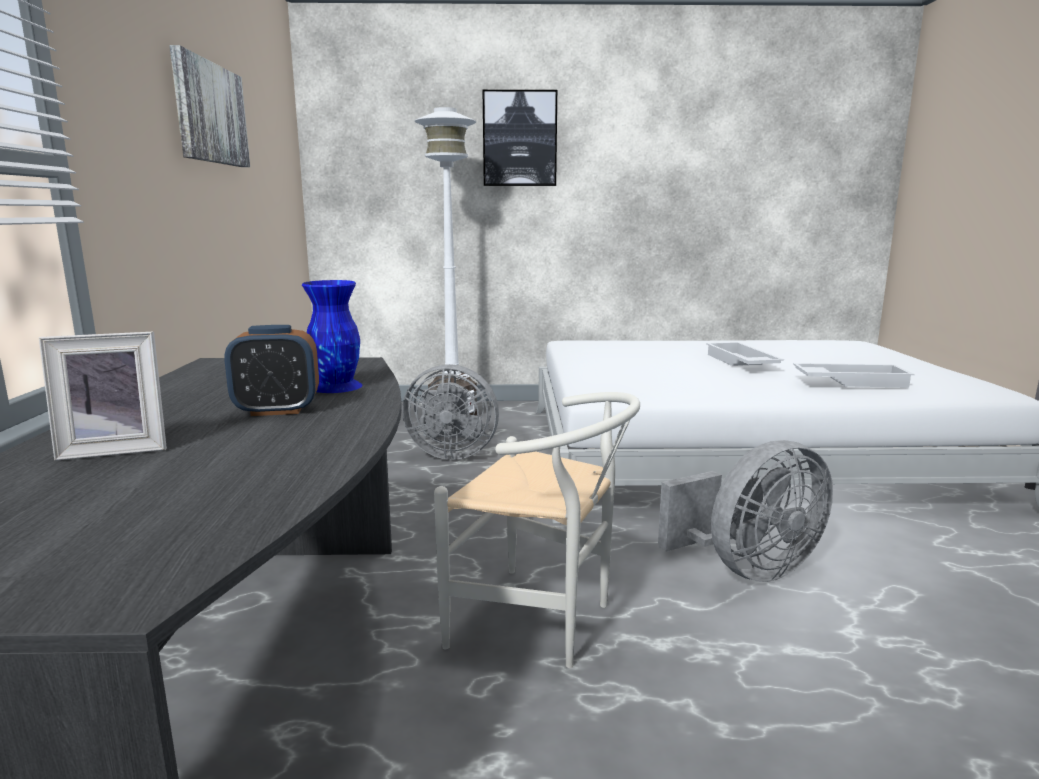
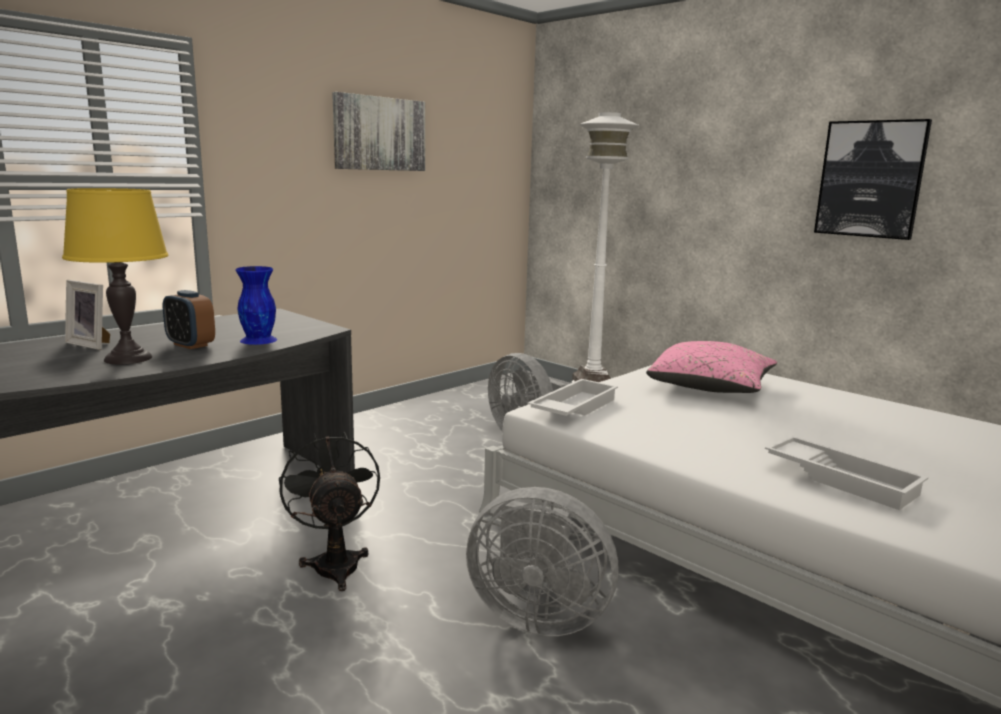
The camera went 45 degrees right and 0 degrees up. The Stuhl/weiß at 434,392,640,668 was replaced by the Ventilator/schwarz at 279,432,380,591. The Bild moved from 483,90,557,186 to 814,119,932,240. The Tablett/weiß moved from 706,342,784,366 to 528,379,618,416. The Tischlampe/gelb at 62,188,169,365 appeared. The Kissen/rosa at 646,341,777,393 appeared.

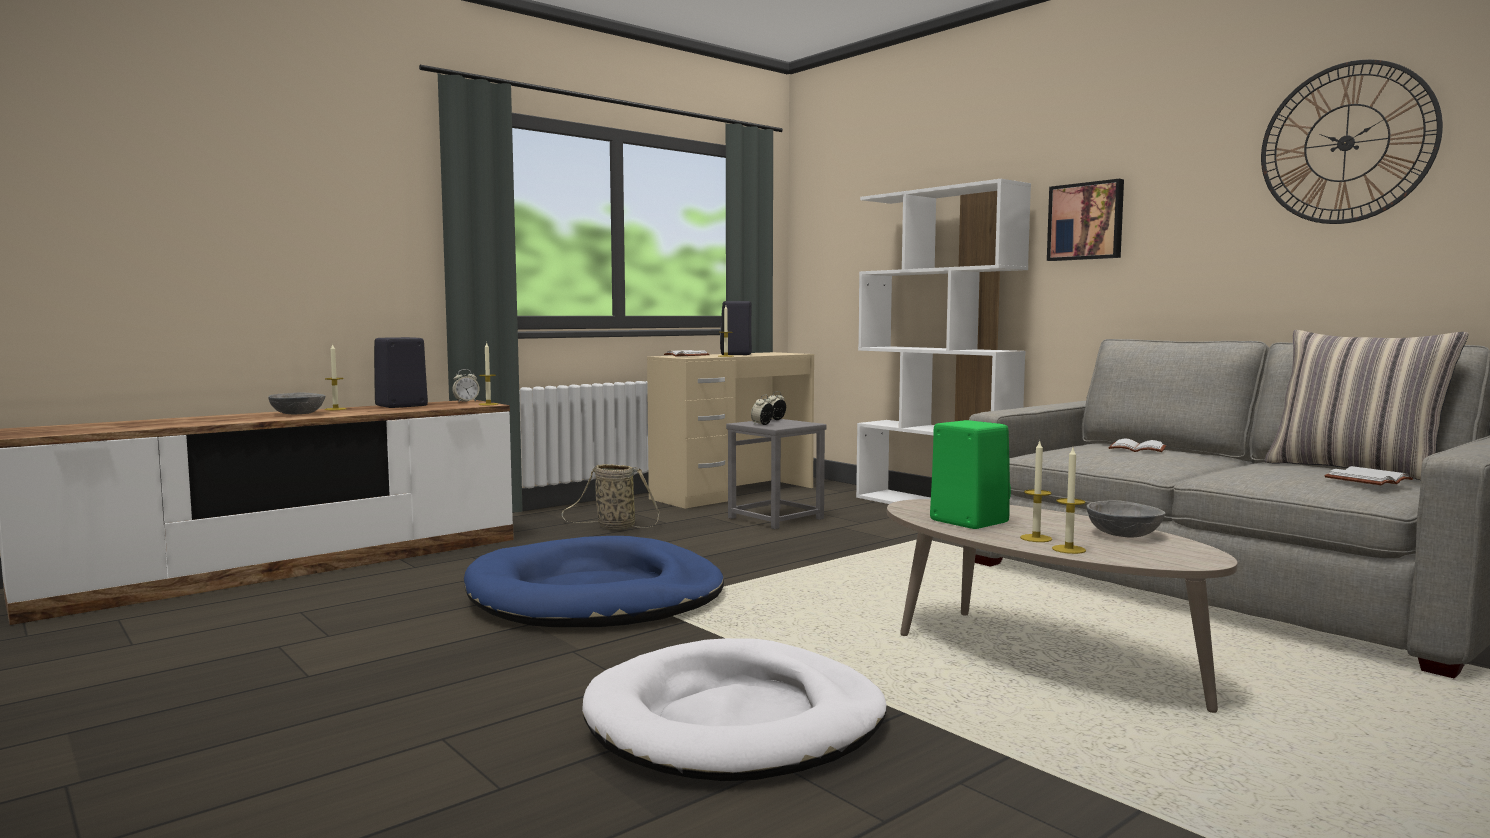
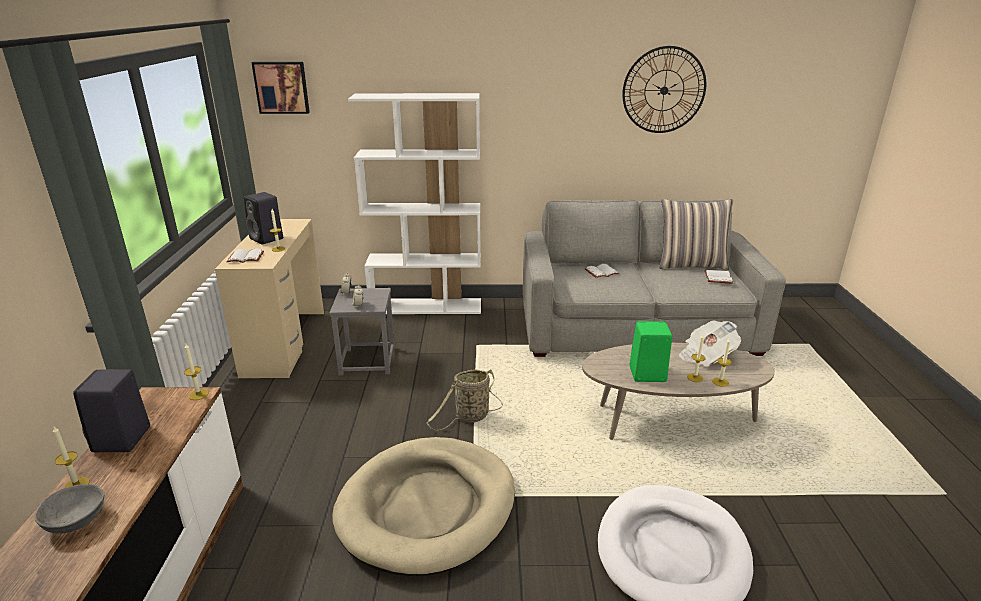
The camera went 50 degrees left and 20 degrees up. The Wecker at 452,369,480,402 disappeared. The Hundebett/blau at 464,536,724,627 became the Hundebett/beige at 332,437,515,576. The Korb moved from 562,464,660,530 to 426,369,503,430. The Bild moved from 1047,179,1124,261 to 251,62,310,114. The Schüssel/grau at 1087,500,1166,538 was replaced by the Zeitung at 679,320,741,367.

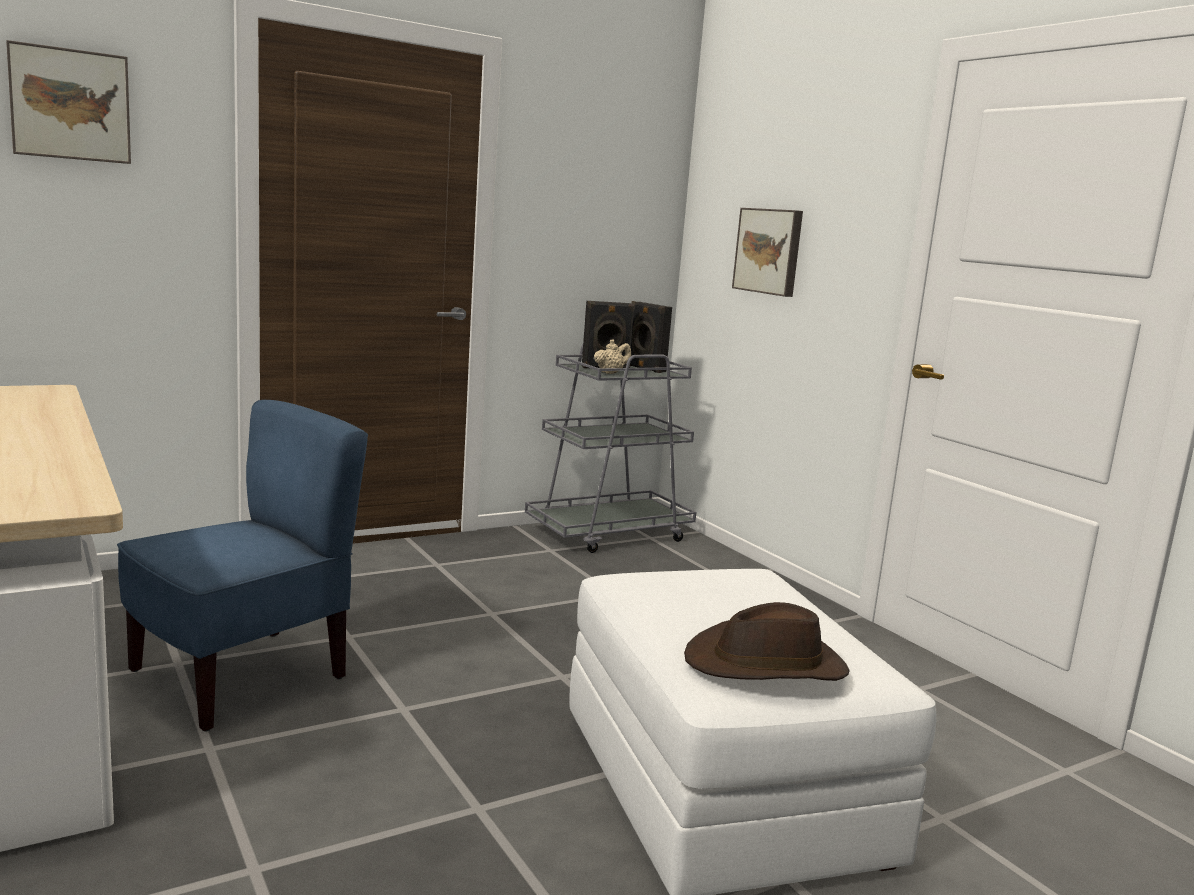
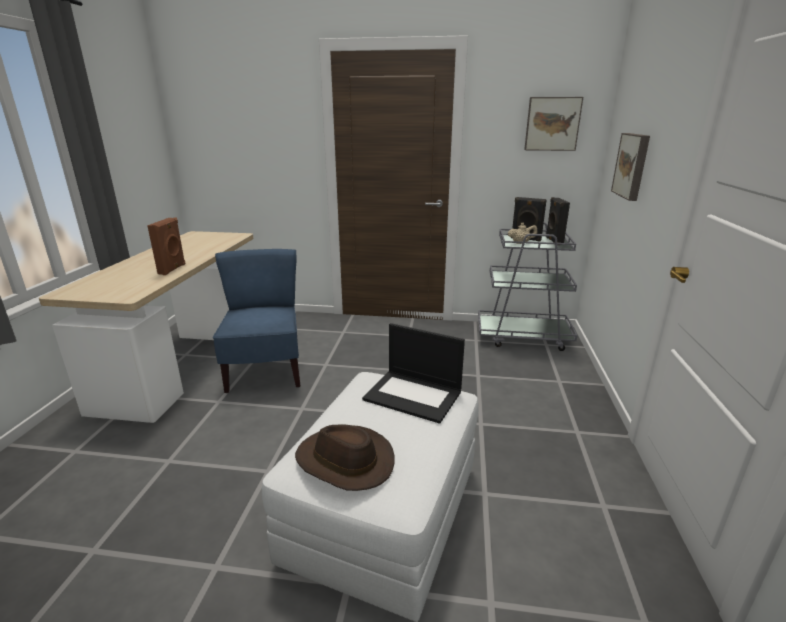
The camera went 40 degrees right and 10 degrees up. The Bild moved from 6,40,131,164 to 524,97,583,151. The Stuhl/blau at 117,400,368,731 turned 90 degrees counterclockwise. The Lautsprecher/braun at 147,217,186,275 appeared. The Laptop at 362,323,465,424 appeared.

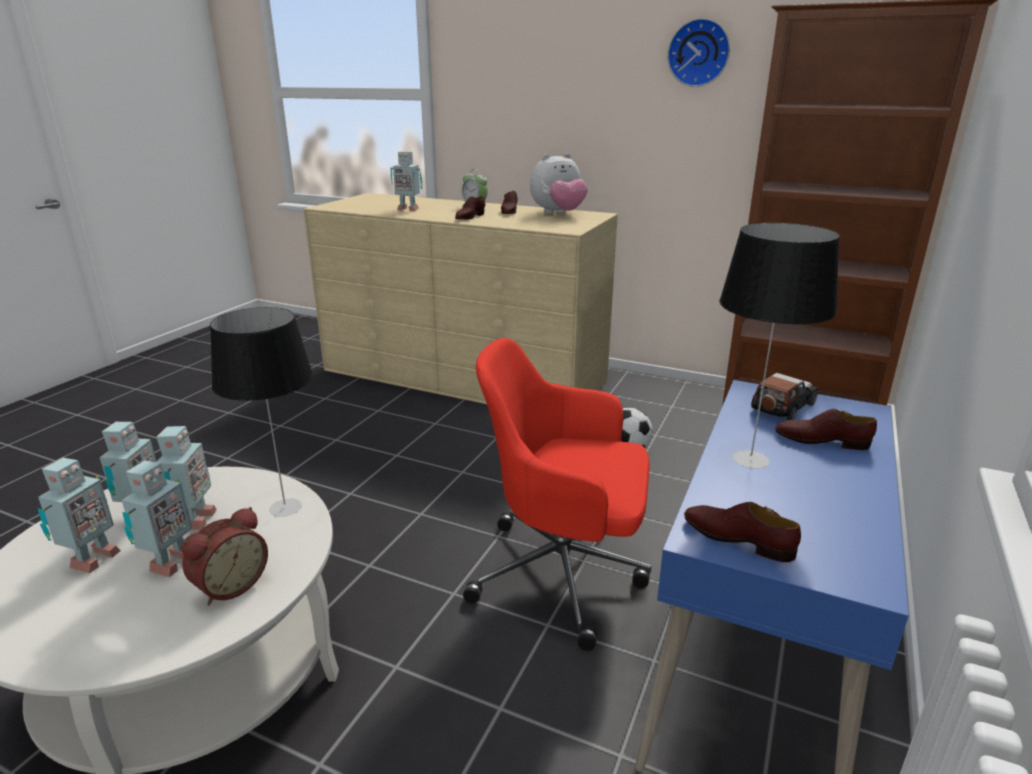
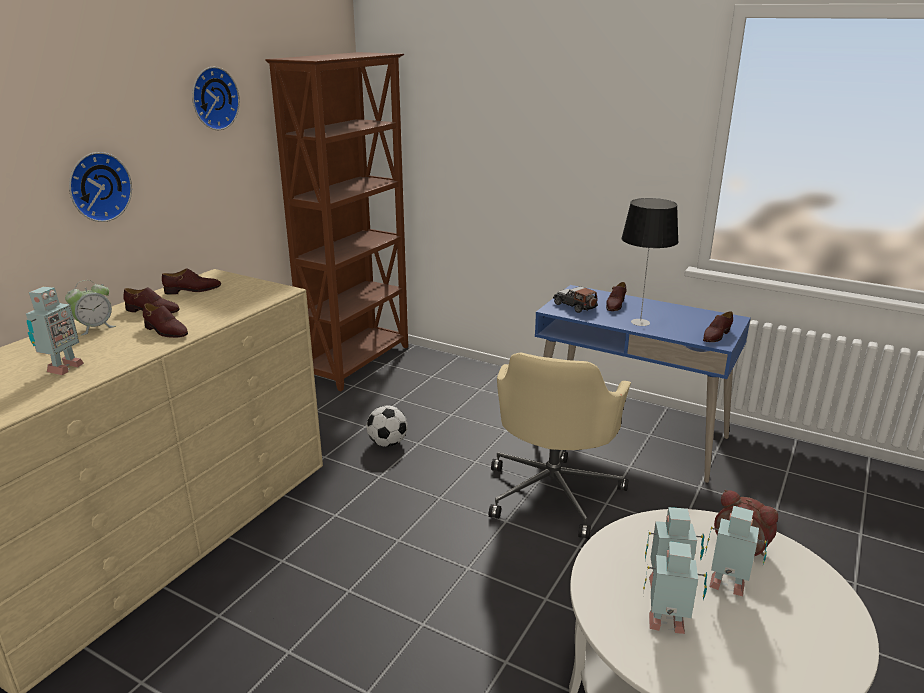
The camera went 85 degrees left and 0 degrees up. The Spielzeugroboter at 38,458,121,574 disappeared. The Tischlampe at 210,307,313,517 disappeared. The Bürostuhl/rot at 463,338,651,651 became the Bürostuhl/beige at 489,353,631,539. The Plüschtier at 530,153,588,214 was replaced by the Schuh/braun at 162,268,221,295. The Wanduhr at 69,152,132,222 appeared.

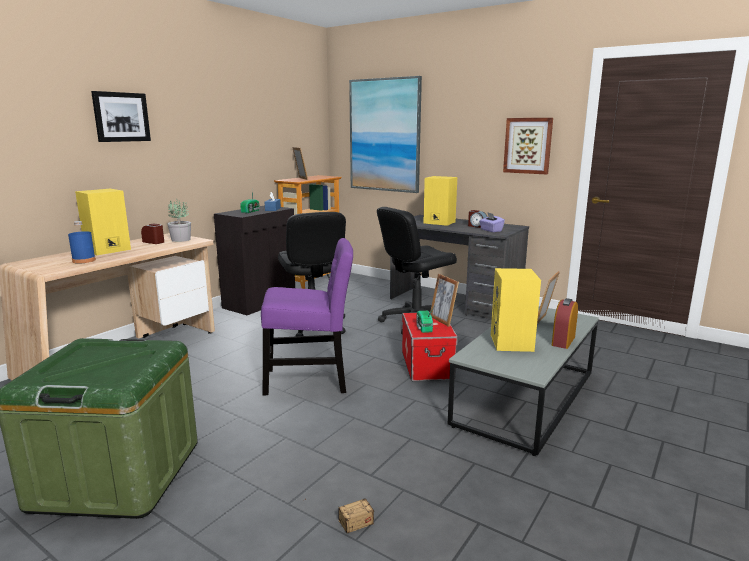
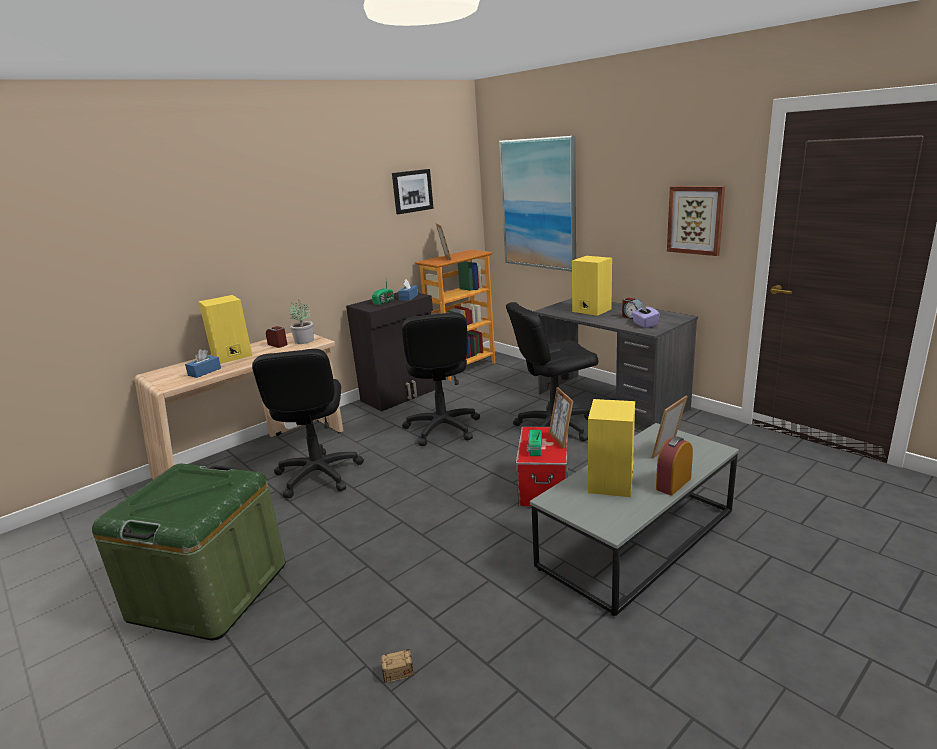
The camera went 15 degrees right and 5 degrees up. The Flasche/blau at 68,221,96,263 was replaced by the Taschentuchbox/blau at 185,349,221,378. The Bild moved from 91,91,151,142 to 392,169,434,214. The Stuhl/lila at 261,238,353,395 disappeared. The Bürostuhl/schwarz at 252,349,364,498 appeared.

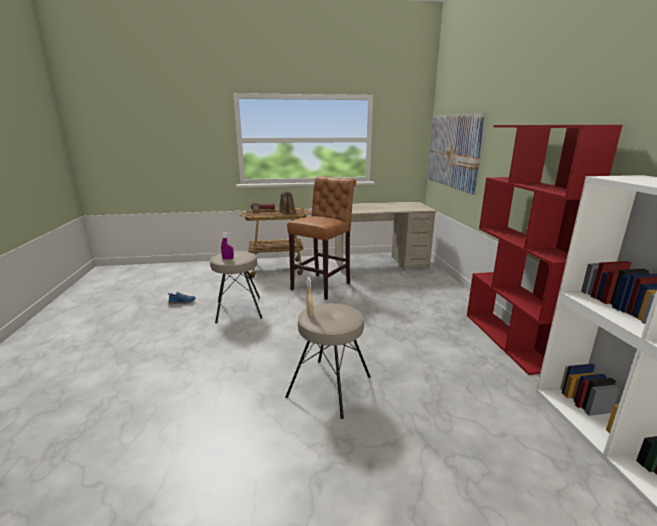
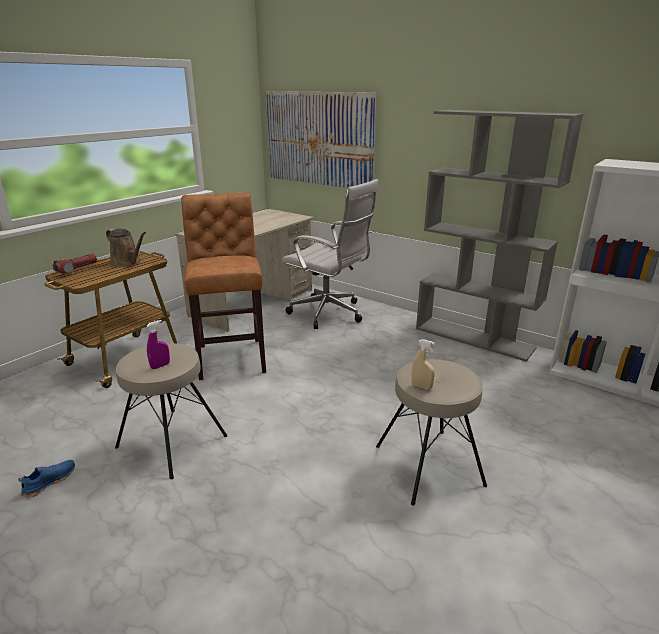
The camera went 45 degrees left and 5 degrees up. The Bücherregal/rot at 467,125,623,375 became the Bücherregal/grau at 416,110,583,362. The Bürostuhl/weiß at 282,179,379,329 appeared.

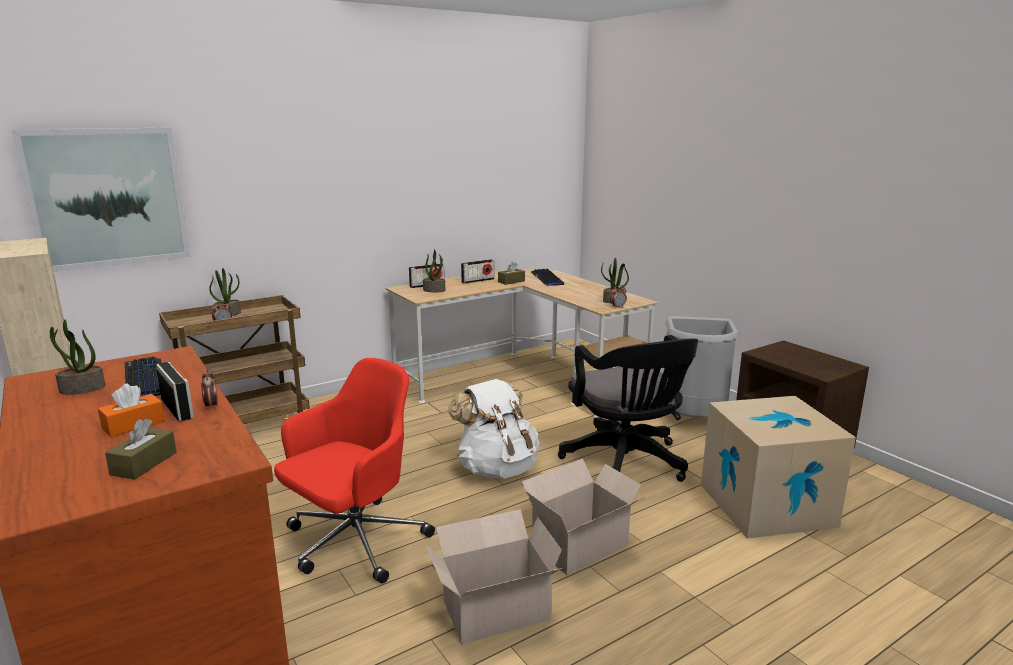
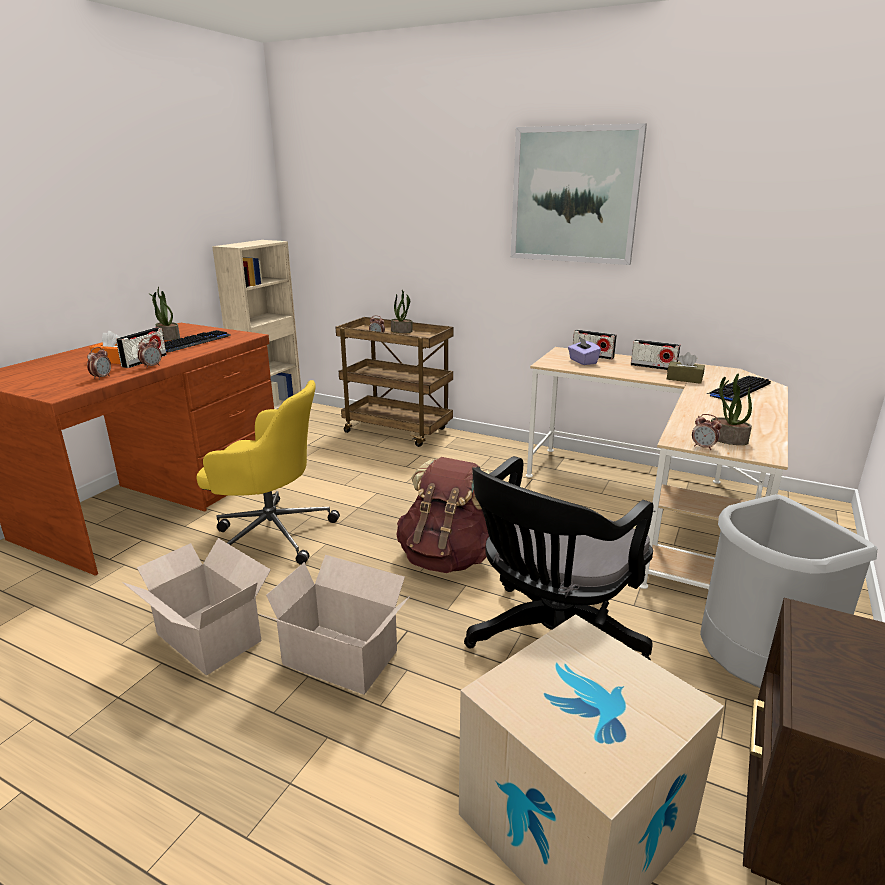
The camera went 60 degrees right and 5 degrees up. The Bild moved from 12,127,191,272 to 511,123,647,265. The Taschentuchbox/braun at 105,419,177,480 disappeared. The Bürostuhl/rot at 274,358,435,584 became the Bürostuhl/gelb at 197,380,340,565. The Topfpflanze at 423,249,445,292 was replaced by the Taschentuchbox/lila at 568,337,601,365. The Rucksack/weiß at 448,379,539,478 became the Rucksack/braun at 397,457,491,573. The Wecker at 87,347,111,380 appeared.

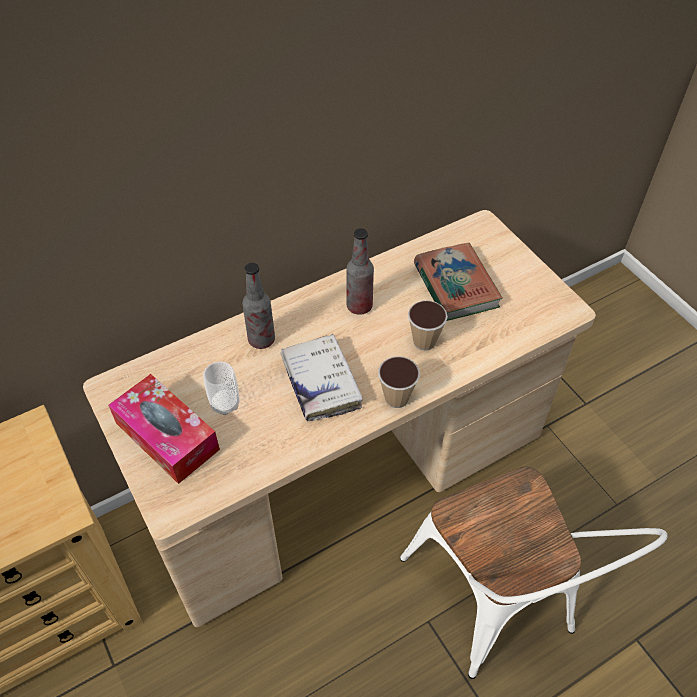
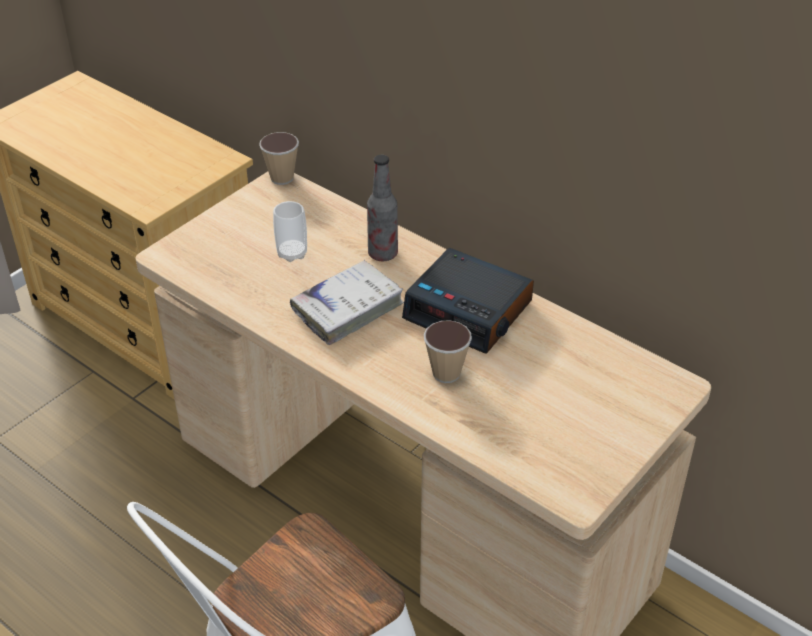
The camera went 70 degrees right and 10 degrees down. The Taschentuchbox at 108,374,220,484 disappeared. The Flasche at 346,228,374,315 was replaced by the Wecker at 402,248,534,354. The Tasse moved from 378,356,420,408 to 259,132,299,185. The Buch at 414,243,503,321 disappeared.

